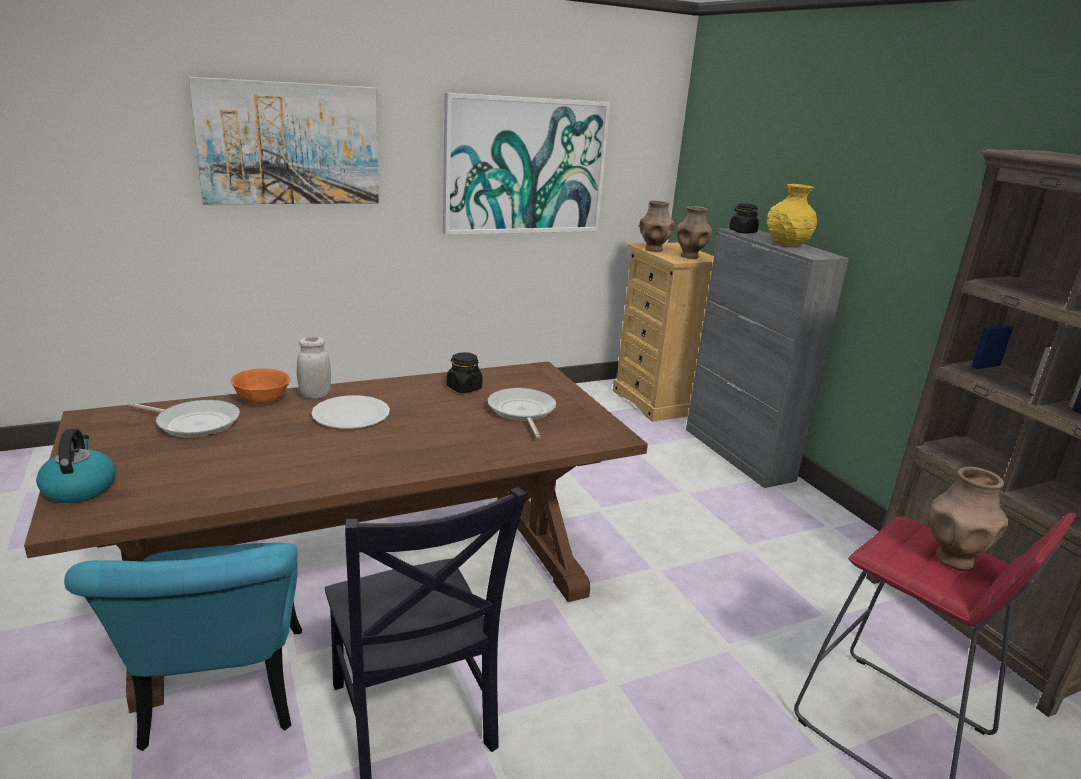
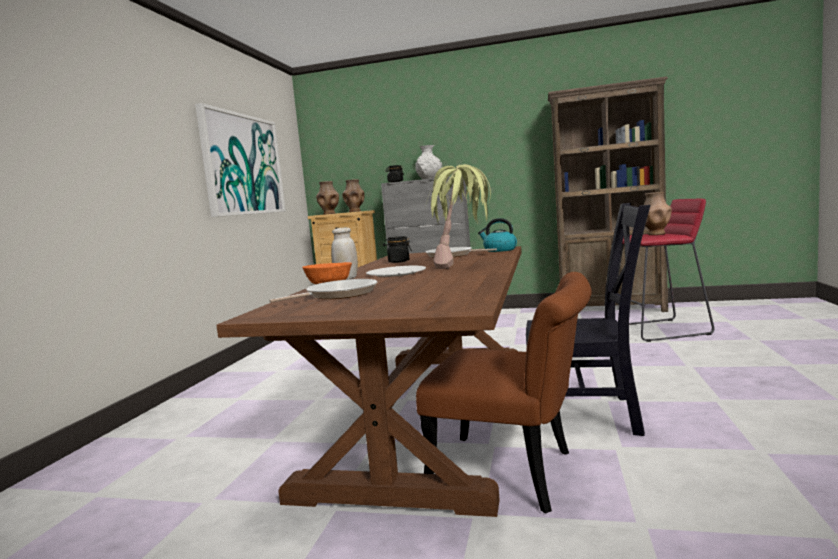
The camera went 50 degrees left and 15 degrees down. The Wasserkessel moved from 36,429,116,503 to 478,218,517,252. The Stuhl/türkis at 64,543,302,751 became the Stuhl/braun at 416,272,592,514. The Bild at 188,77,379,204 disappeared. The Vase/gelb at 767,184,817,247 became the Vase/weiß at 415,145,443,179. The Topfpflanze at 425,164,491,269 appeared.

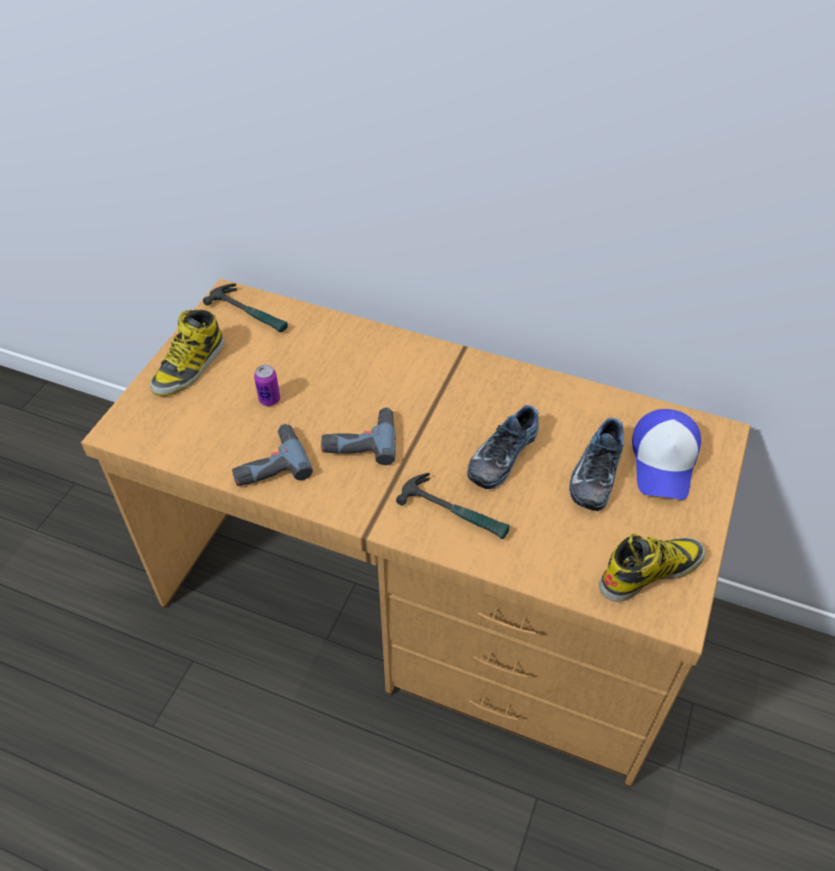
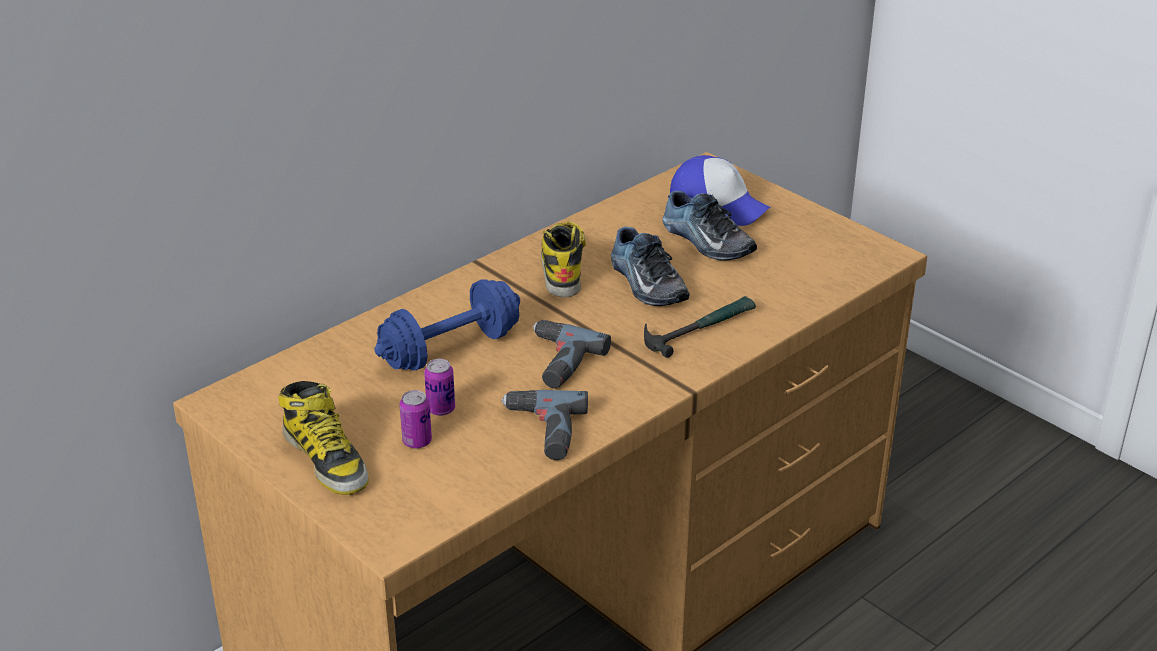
The camera went 65 degrees left and 15 degrees down. The Hammer at 203,283,288,332 disappeared. The Stiefel moved from 599,533,705,602 to 541,222,586,297. The Hantel/blau at 374,279,520,371 appeared. The Dose at 399,390,432,449 appeared.

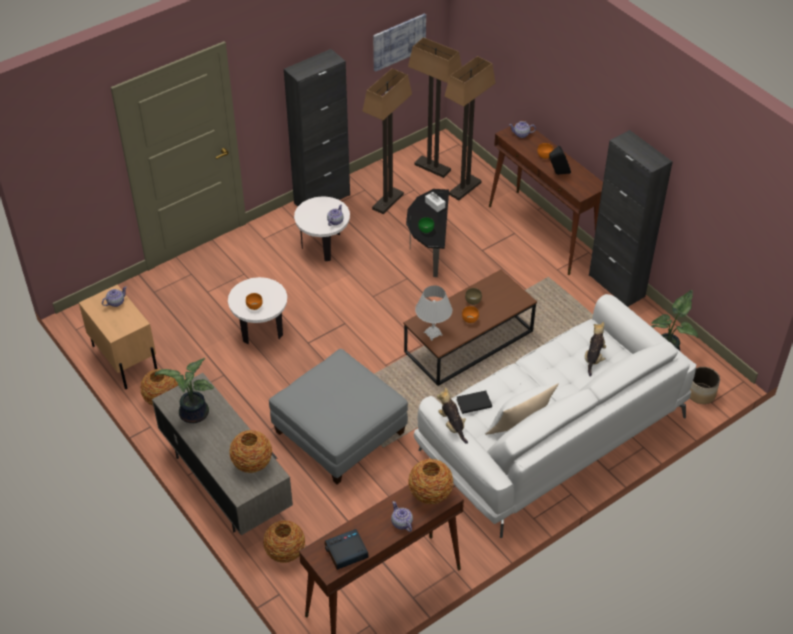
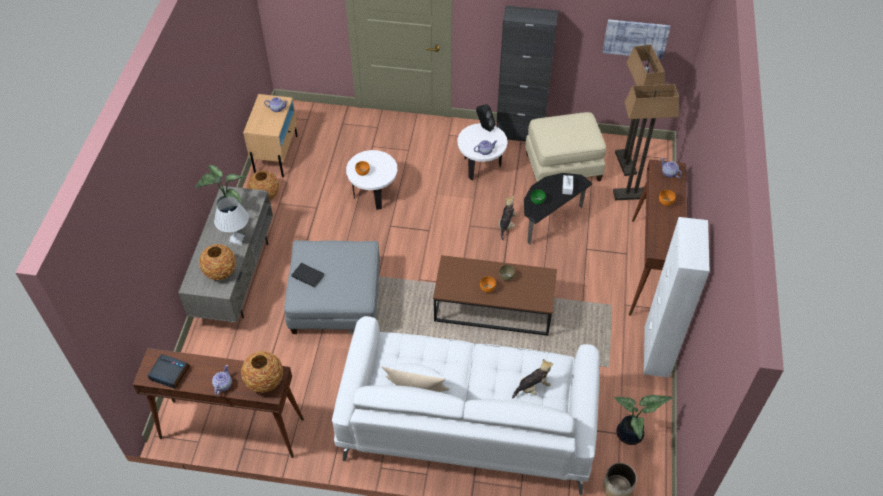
The camera went 45 degrees right and 5 degrees up. The Vase at 263,520,305,563 disappeared. The Stehlampe at 362,68,412,214 was replaced by the Polsterhocker/beige at 525,112,606,182. The Tischlampe/weiß moved from 415,286,452,341 to 214,197,249,245. The Plüschtier moved from 437,387,468,444 to 498,196,517,240. The Buch/schwarz moved from 456,391,492,414 to 291,263,324,287. The Lautsprecher/schwarz moved from 549,146,571,175 to 476,104,496,132. The Schrank/schwarz at 589,130,673,307 became the Schrank/weiß at 644,217,710,378.

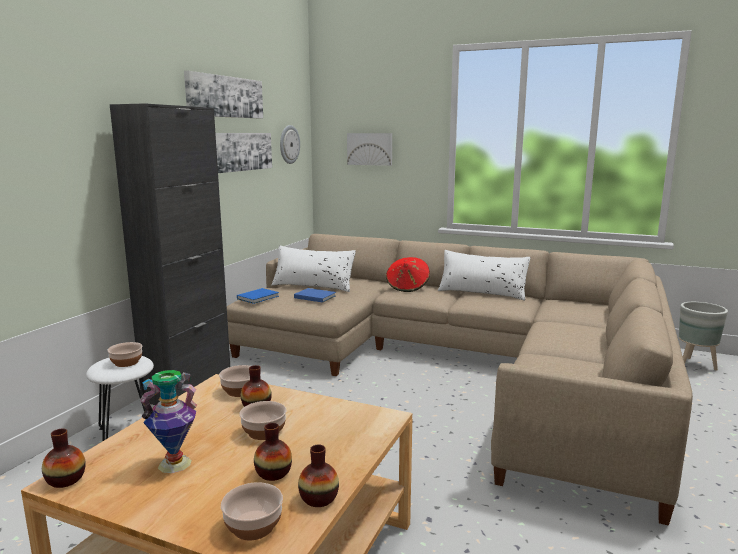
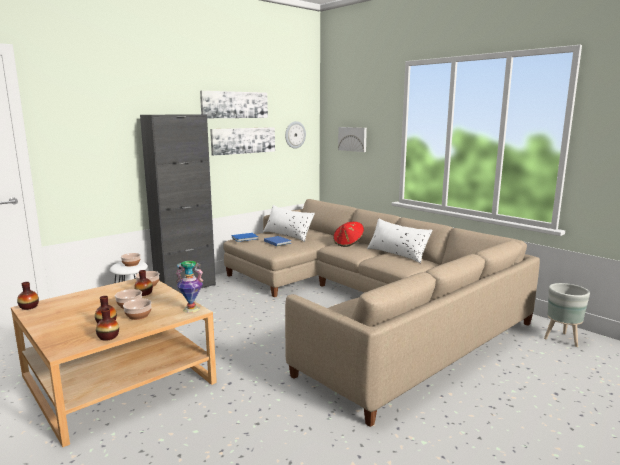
The camera went 25 degrees right and 0 degrees up. The Vase moved from 139,370,197,473 to 175,261,203,313. The Schüssel moved from 221,482,283,541 to 123,299,152,320.

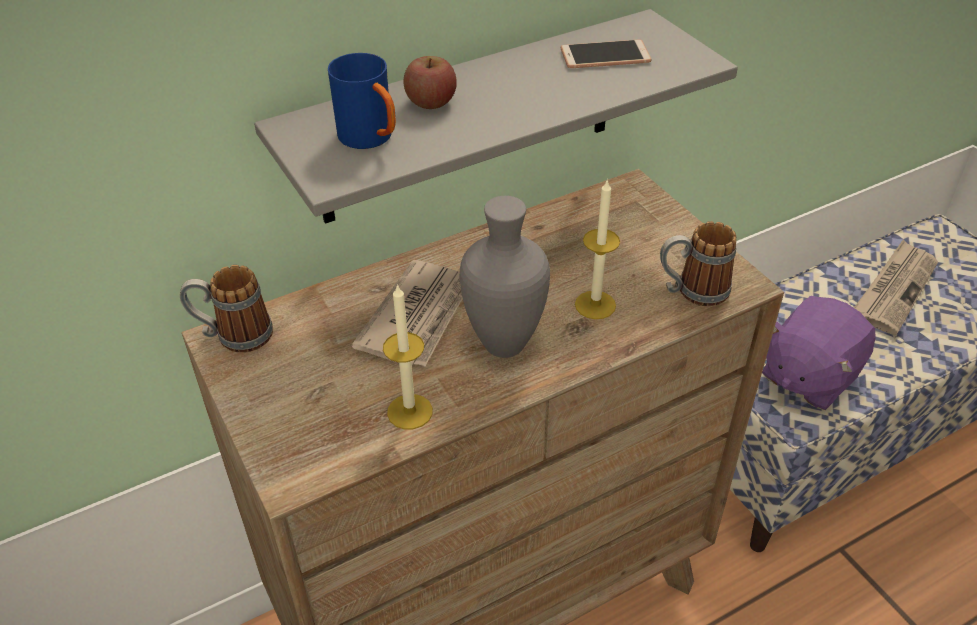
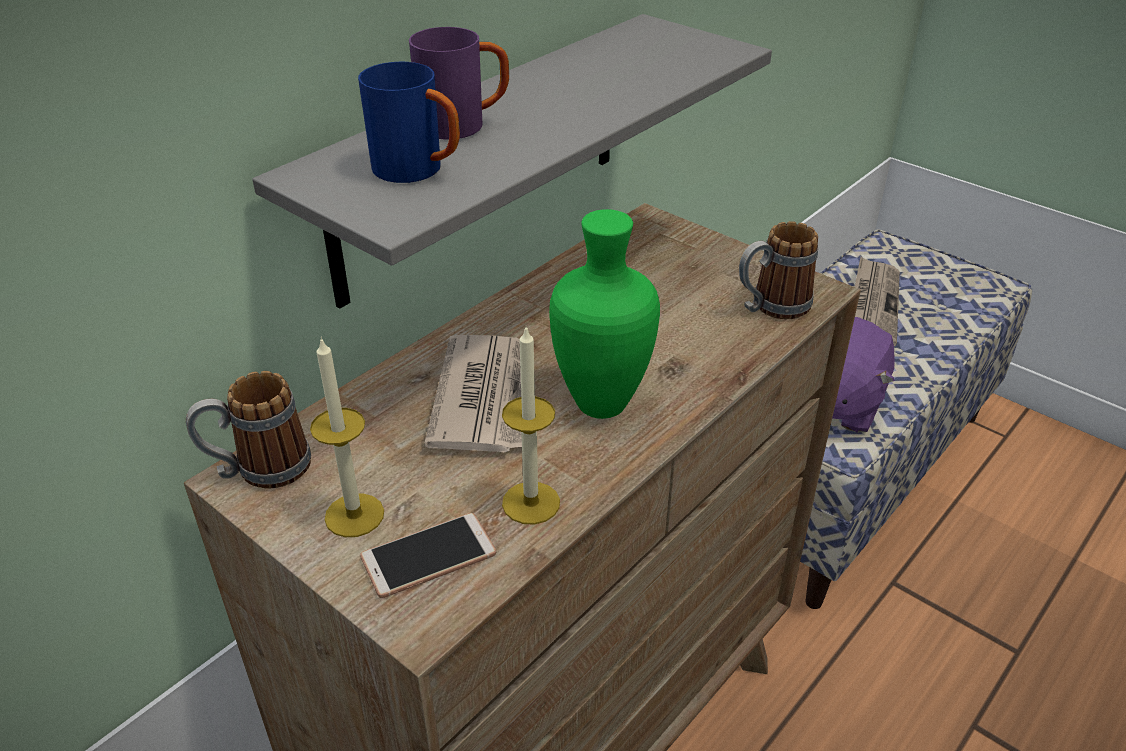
The camera went 20 degrees left and 5 degrees down. The Apfel at 403,56,457,109 was replaced by the Henkelbecher/lila at 409,27,509,140. The Vase/grau at 460,196,550,358 became the Vase/grün at 549,209,660,419. The Handy moved from 561,40,651,68 to 360,513,496,598. The Kerze moved from 575,179,620,319 to 310,337,384,537.

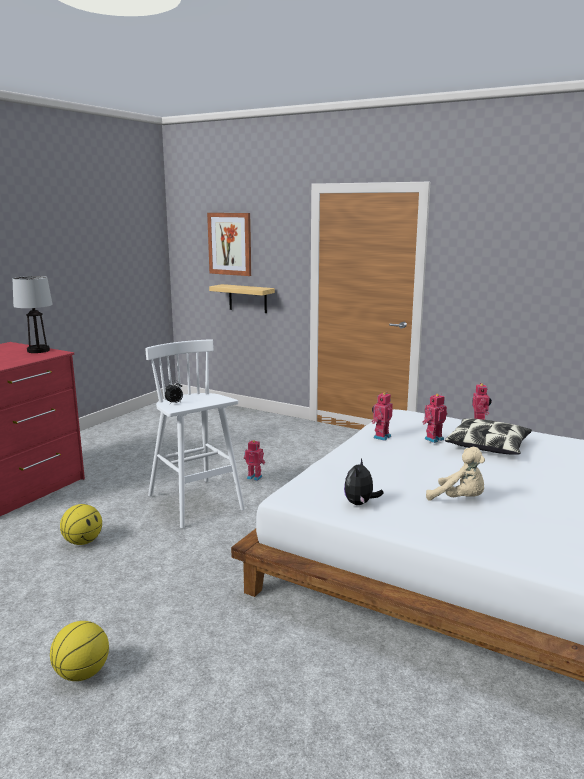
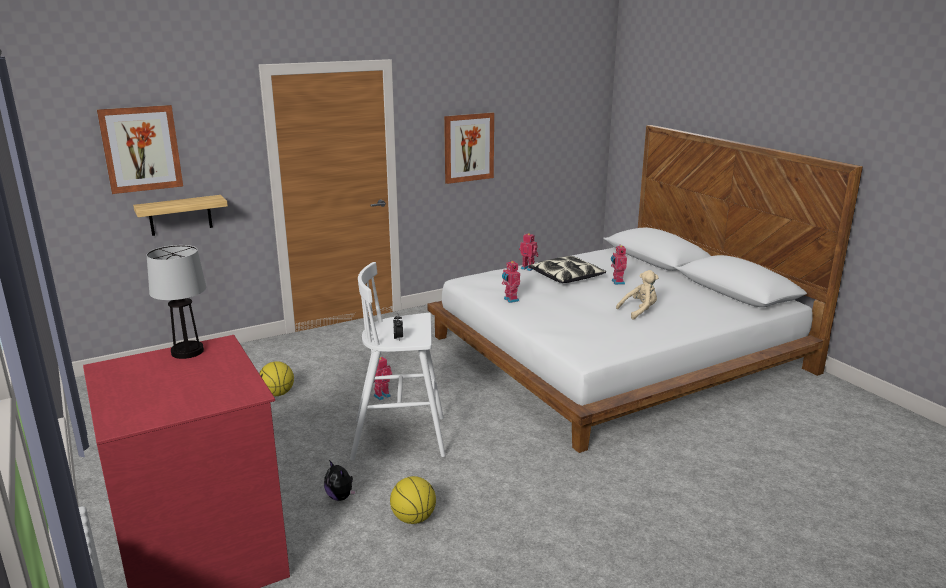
The camera went 60 degrees left and 5 degrees up. The Basketball moved from 50,621,109,681 to 259,361,294,396. The Plüschtier moved from 344,458,384,505 to 324,460,356,501. The Spielzeugroboter moved from 422,393,447,443 to 611,245,627,285. The Bild at 444,112,494,184 appeared.

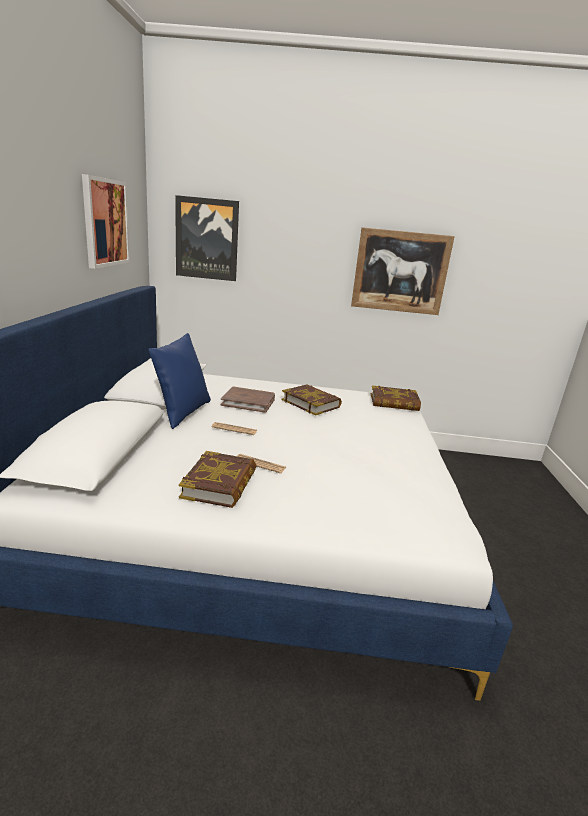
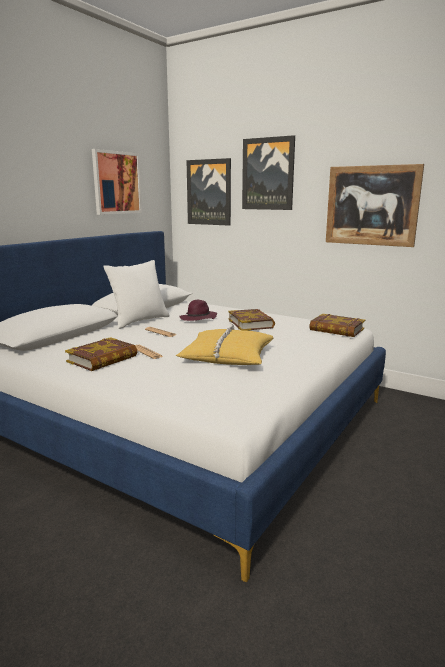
The camera went 30 degrees right and 5 degrees down. The Kissen/blau at 148,333,211,429 became the Kissen/weiß at 103,260,170,329. The Buch/braun at 221,387,275,413 was replaced by the Hut/lila at 180,300,217,321. The Kissen/gelb at 176,324,274,365 appeared. The Bild at 242,135,295,210 appeared.

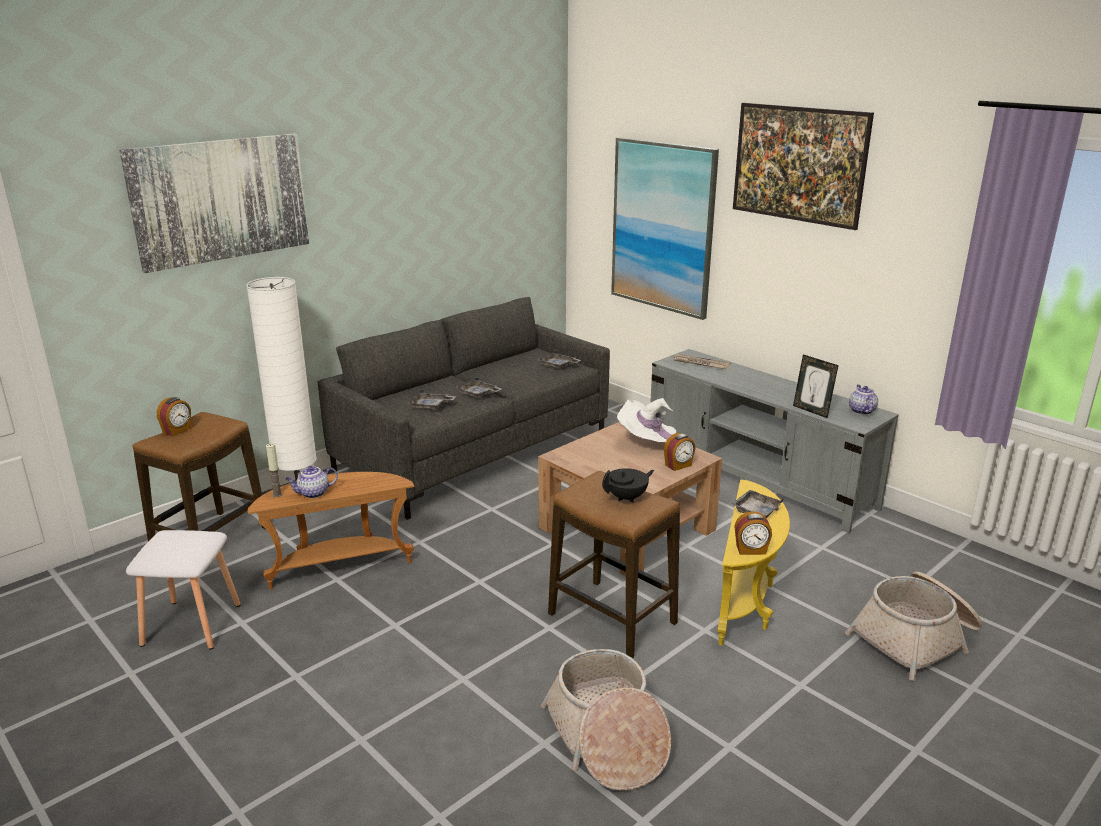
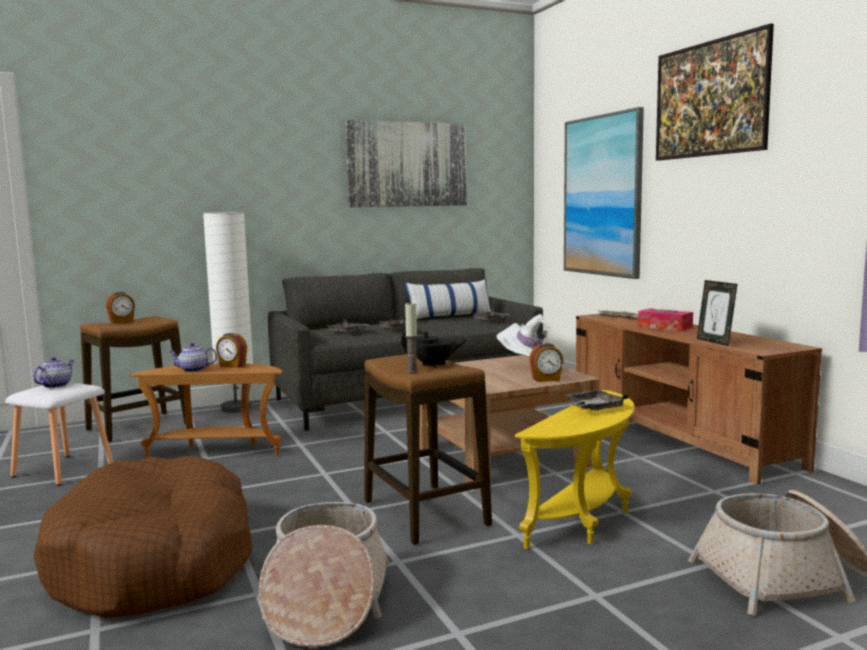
The camera went 20 degrees right and 15 degrees down. The Bild moved from 119,134,309,273 to 345,120,467,207. The Kerze moved from 266,444,282,497 to 405,302,418,373. The Fernsehschrank/grau at 650,349,899,533 became the Fernsehschrank/braun at 576,311,822,484. The Wecker moved from 734,511,772,555 to 216,333,247,368. The Teekanne moved from 849,385,878,415 to 33,357,74,388. The Hundebett/braun at 34,456,252,618 appeared. The Kissen at 404,279,491,320 appeared. The Taschentuchbox at 638,308,693,331 appeared.

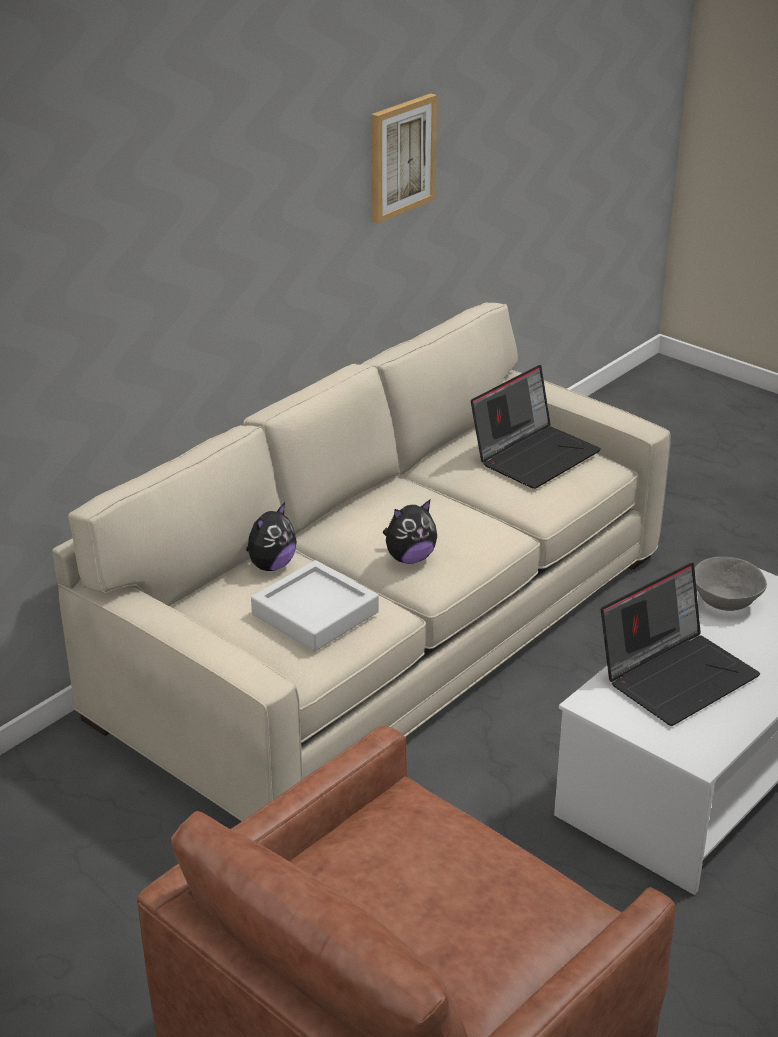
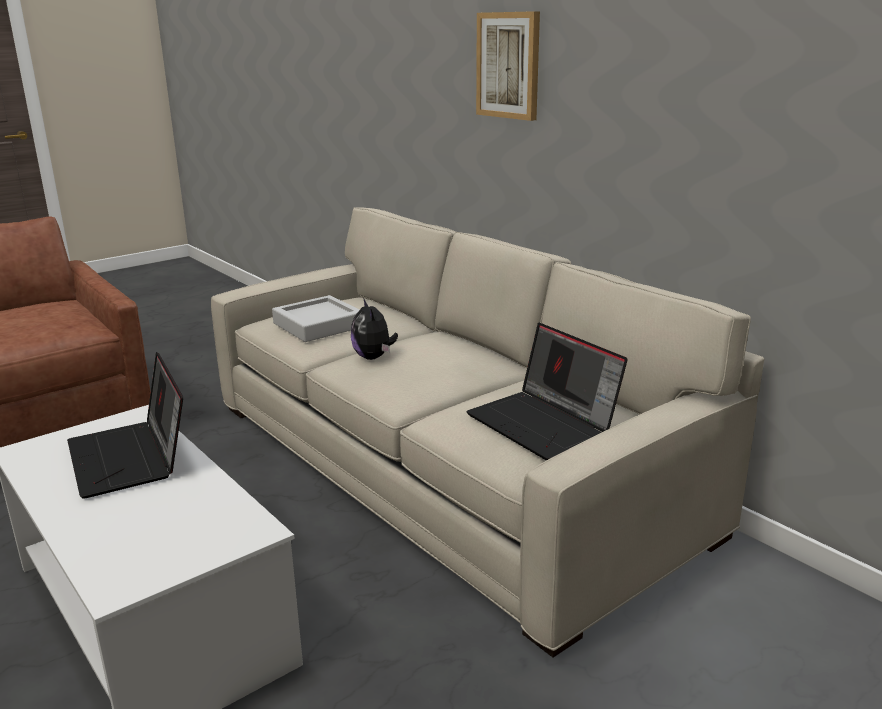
The camera went 100 degrees right and 10 degrees down. The Plüschtier at 246,502,297,571 disappeared. The Bild moved from 371,93,437,223 to 476,11,540,121. The Schüssel/grau at 694,557,767,611 disappeared.

